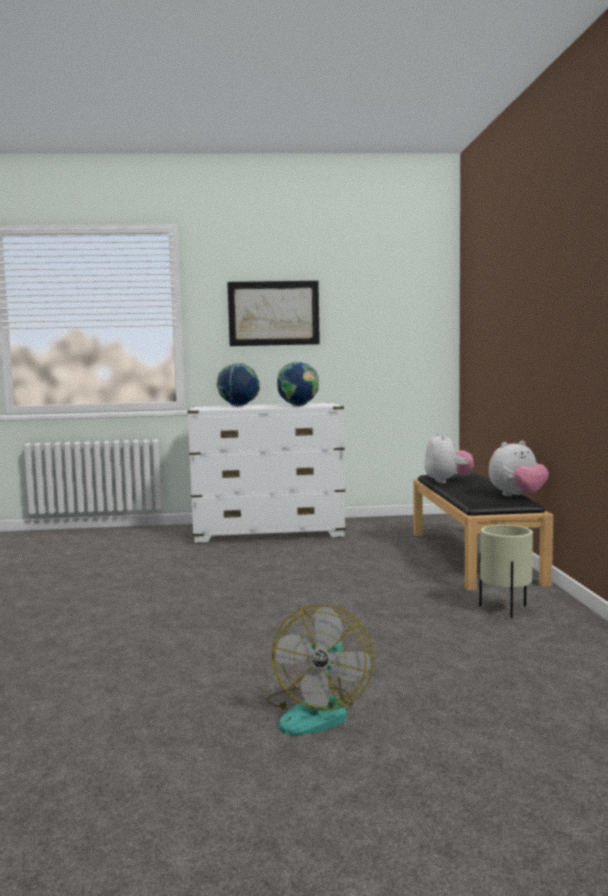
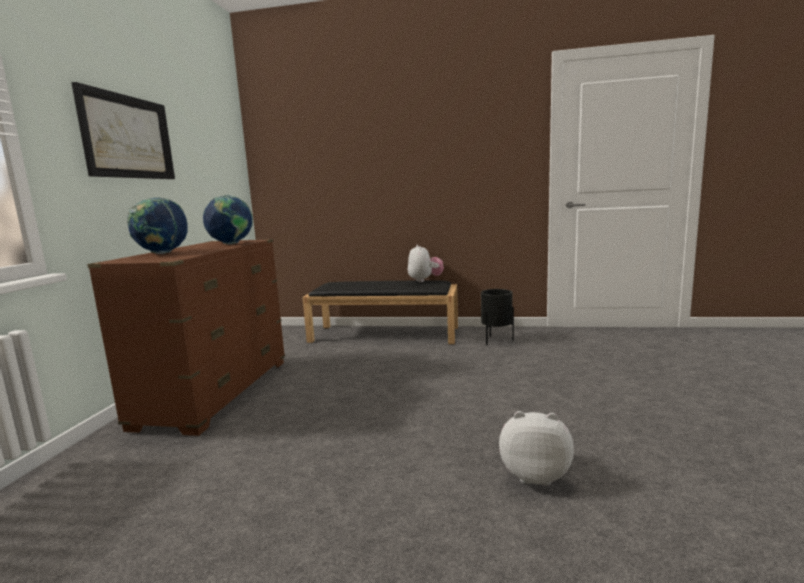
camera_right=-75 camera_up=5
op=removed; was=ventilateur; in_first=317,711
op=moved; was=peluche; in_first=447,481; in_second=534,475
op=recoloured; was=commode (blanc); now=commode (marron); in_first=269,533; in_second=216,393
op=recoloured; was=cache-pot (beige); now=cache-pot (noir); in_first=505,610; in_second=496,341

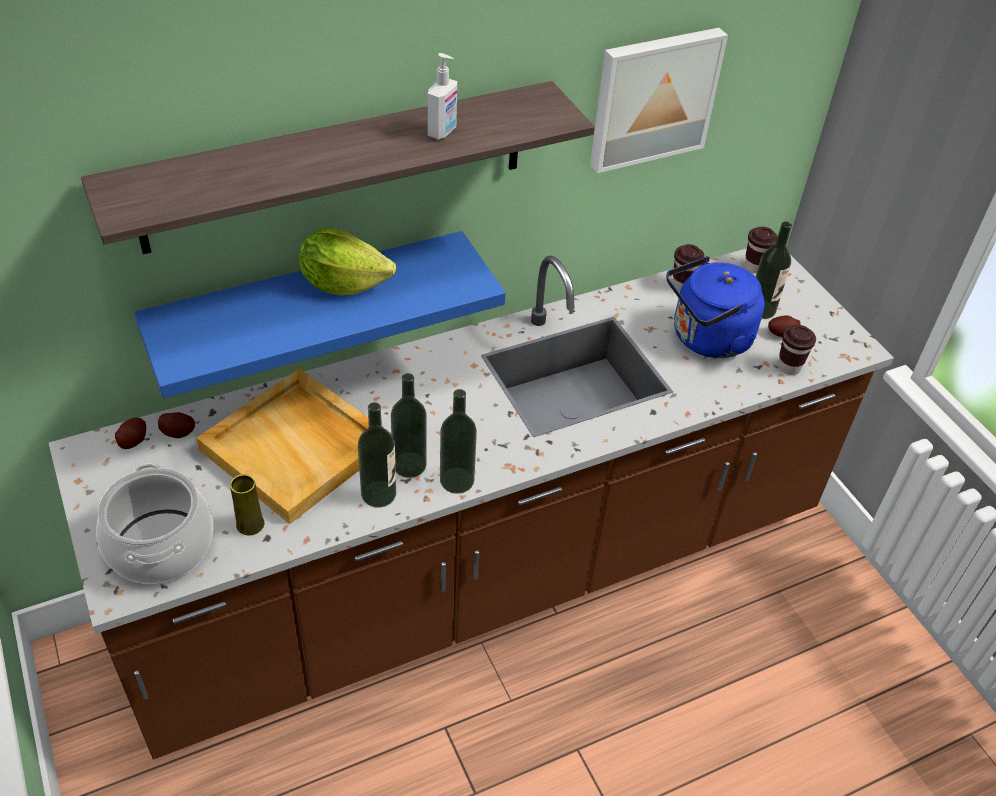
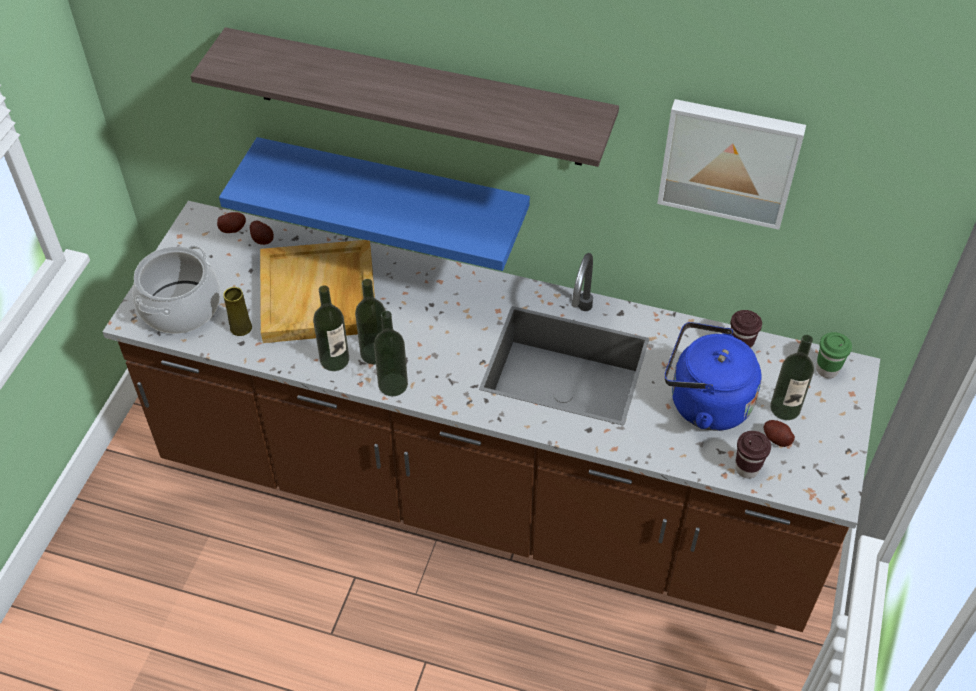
camera_right=45 camera_up=5
op=removed; was=laitue; in_first=343,283
op=removed; was=distributeur de savon; in_first=443,132
op=recoloured; was=tasse (marron); now=tasse (vert); in_first=754,267; in_second=827,370

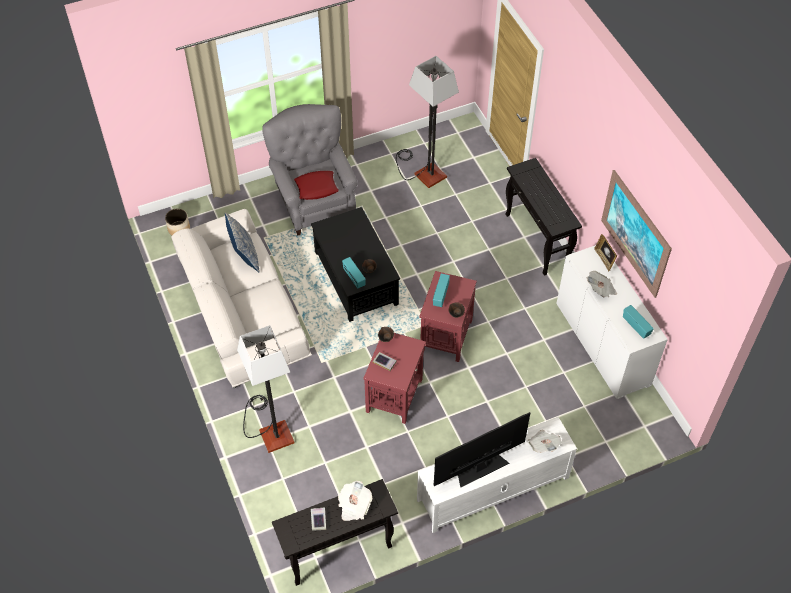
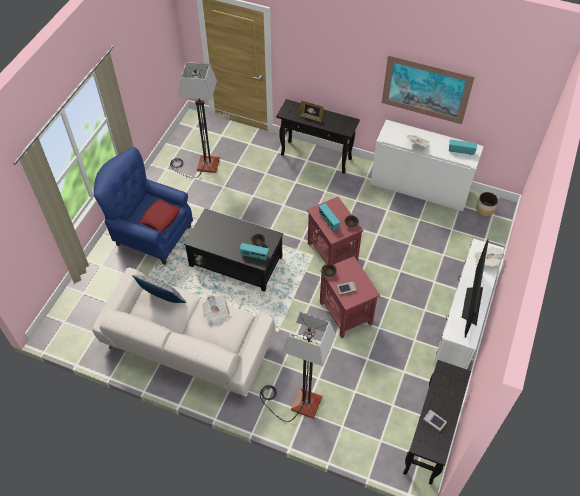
camera_right=-45 camera_up=0
op=moved; was=cache-pot; in_first=178,229; in_second=485,209
op=moved; was=journal; in_first=354,506; in_second=216,315
op=moved; was=cadre photo; in_first=604,259; in_second=311,117
op=recoloured; was=fauteuil (gris); now=fauteuil (bleu); in_first=314,201; in_second=150,235

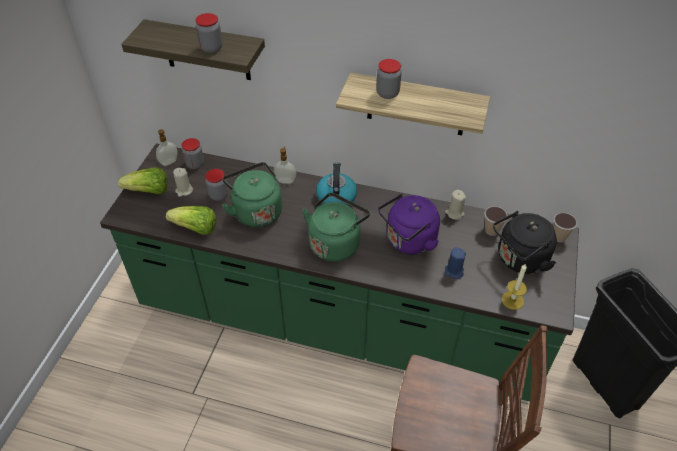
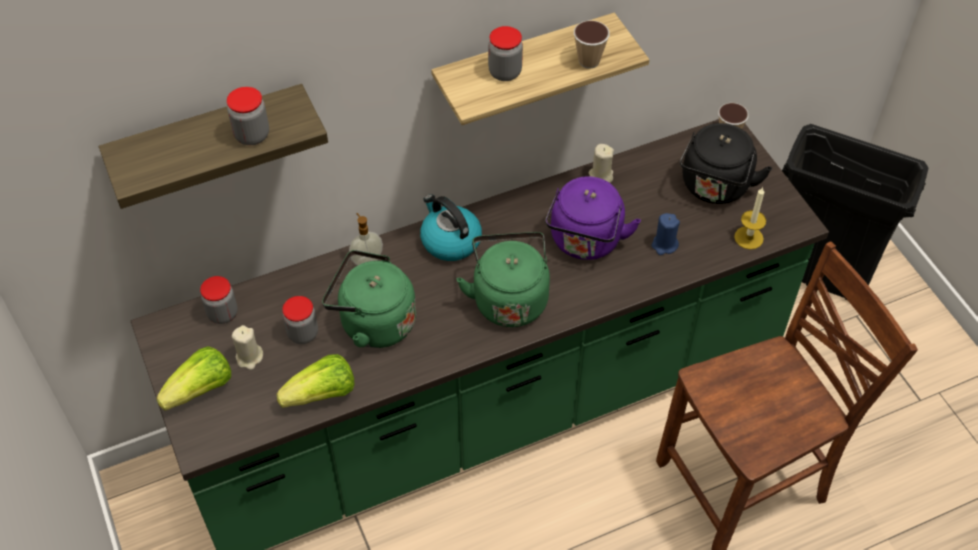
camera_right=-40 camera_up=5
op=removed; was=distributeur de savon; in_first=169,162
op=moved; was=tasse; in_first=491,230; in_second=589,61

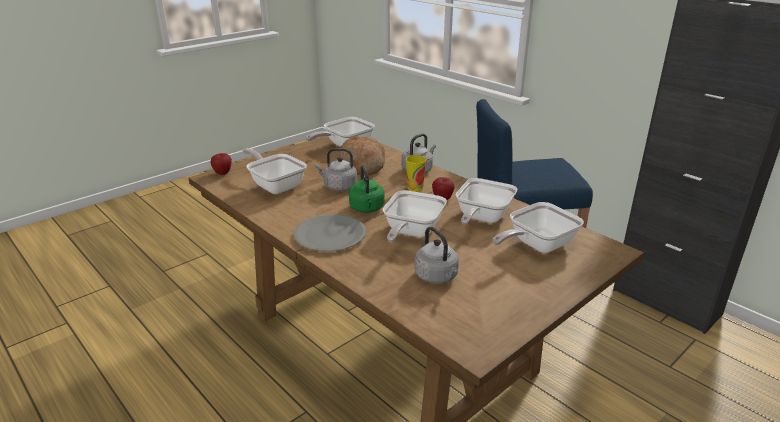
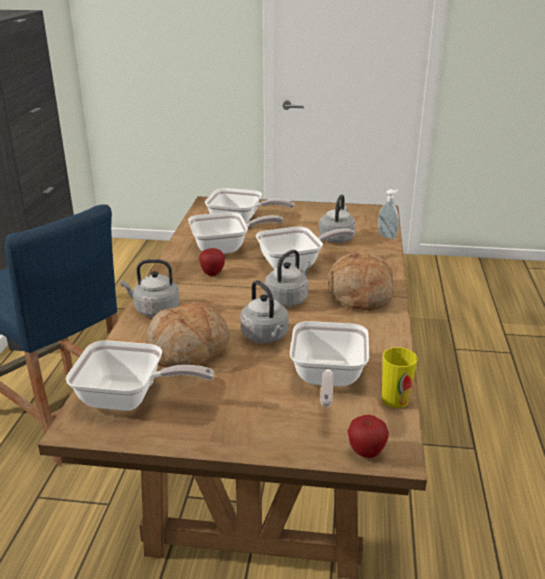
camera_right=-130 camera_up=0
op=added; now=distributeur de savon; in_second=388,236
op=moved; was=tasse; in_first=415,187; in_second=395,399
op=replaced; was=assiette (gris); now=pain; in_first=330,235; in_second=359,294
op=recoloured; was=bouilloire (vert); now=bouilloire (gris); in_first=367,209; in_second=288,299

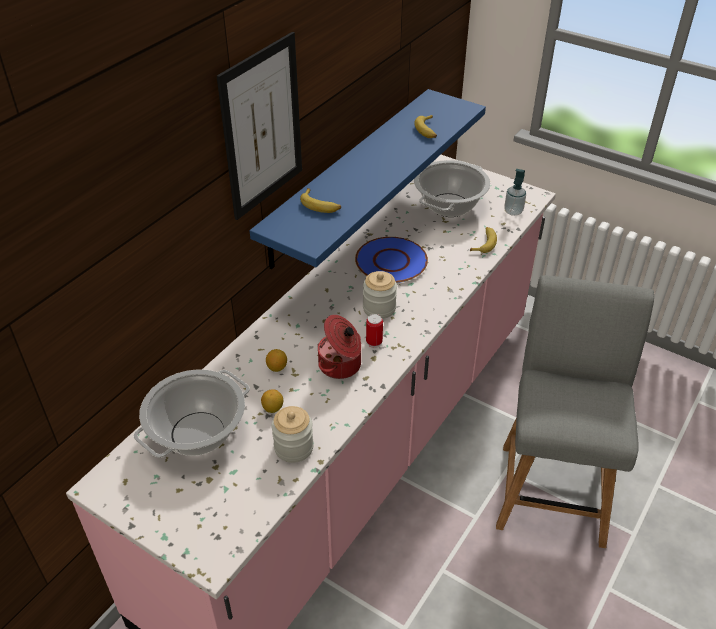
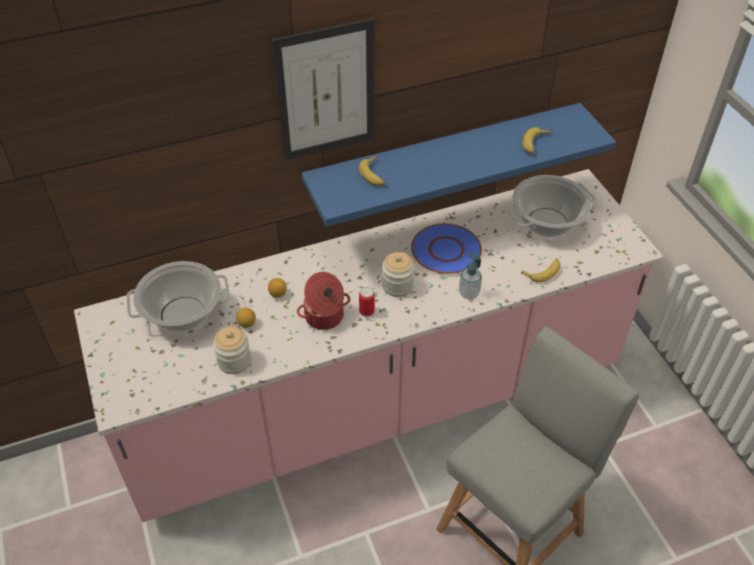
camera_right=35 camera_up=5
op=moved; was=distributeur de savon; in_first=513,211; in_second=469,293

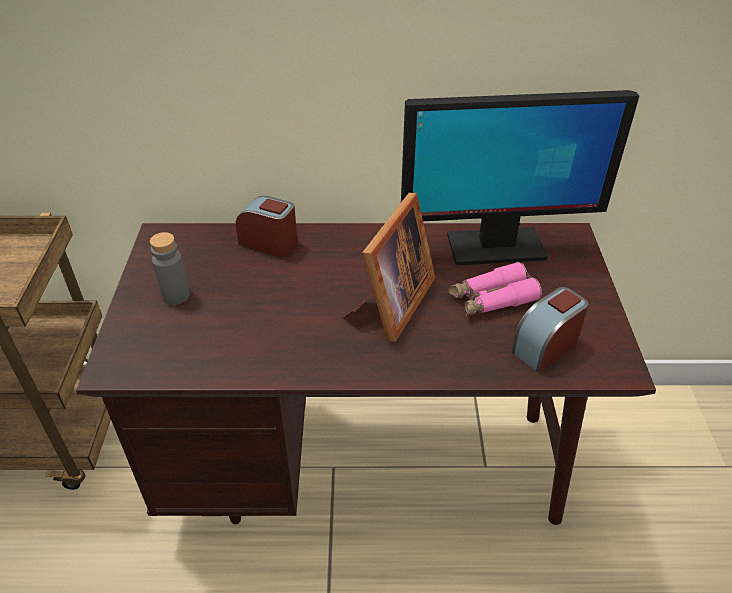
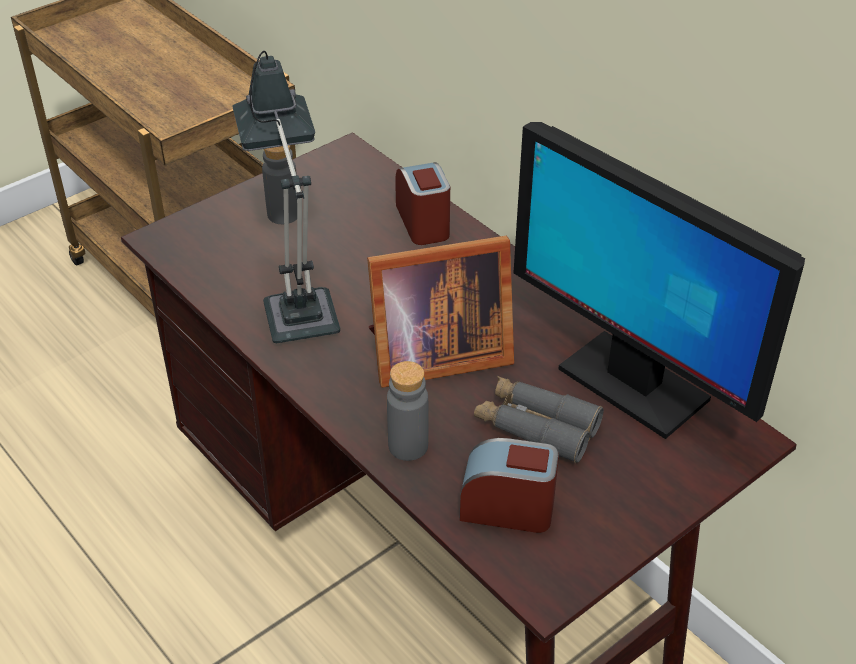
camera_right=50 camera_up=0
op=added; now=lampe de table; in_second=298,305
op=added; now=bouteille (gris); in_second=408,446
op=recoloured; was=jumelles (rose); now=jumelles (gris); in_first=492,299; in_second=536,426

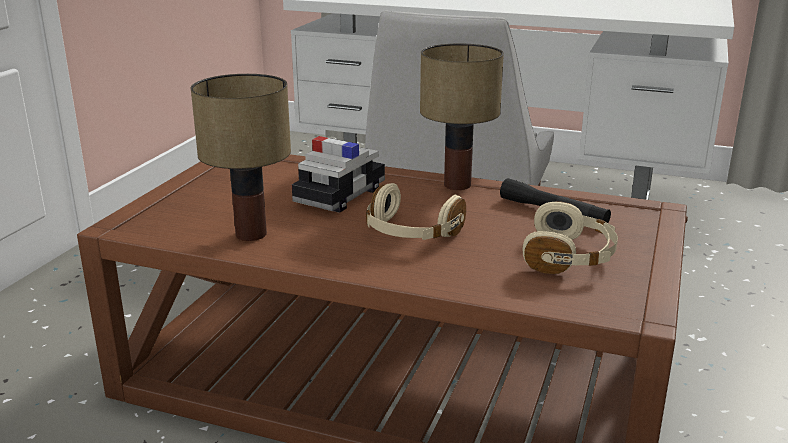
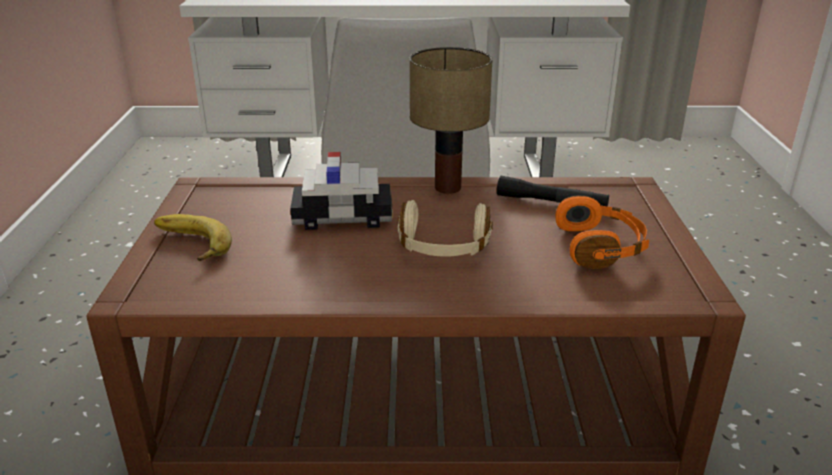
camera_right=-20 camera_up=5
op=removed; was=lampe de table; in_first=252,234
op=added; now=banane; in_second=188,244
op=recoloured; was=casque audio (beige); now=casque audio (orange); in_first=570,257; in_second=600,247
op=turned; was=petite voiture; in_first=340,195; in_second=343,217; clockwise=75

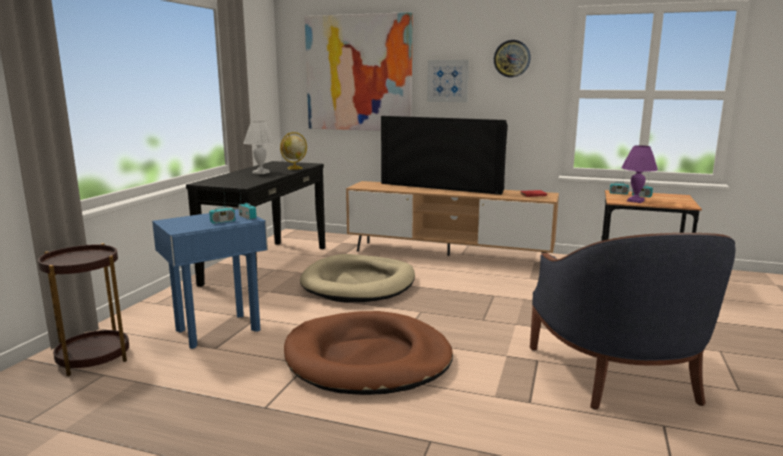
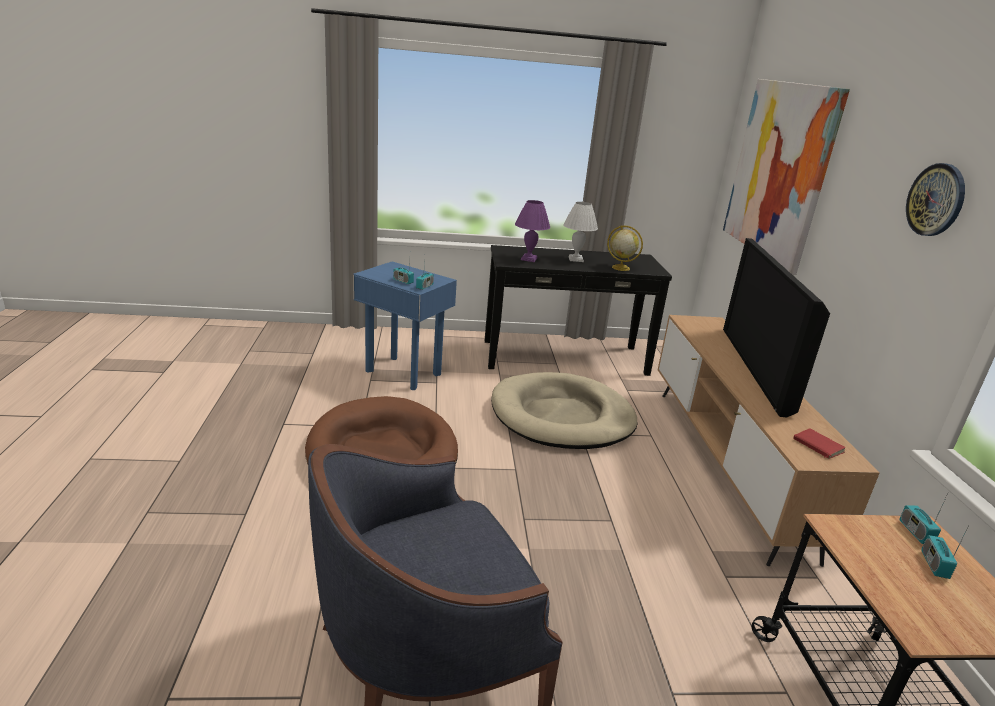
camera_right=65 camera_up=10
op=removed; was=table d'appoint (marron); in_first=93,358
op=removed; was=tableau; in_first=447,81
op=moved; was=lampe de table (violet); in_first=635,201; in_second=529,259

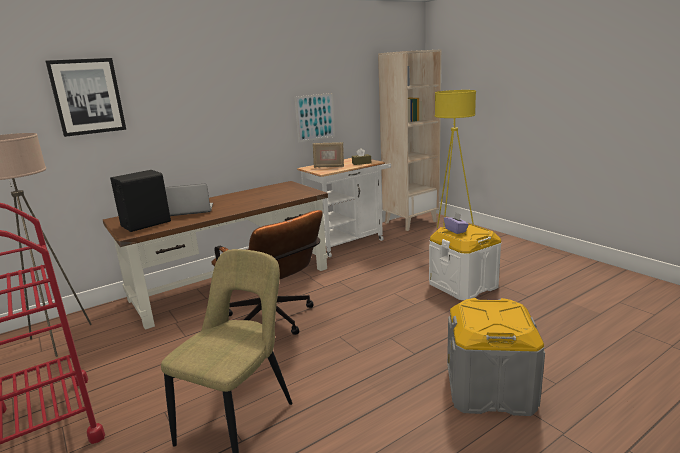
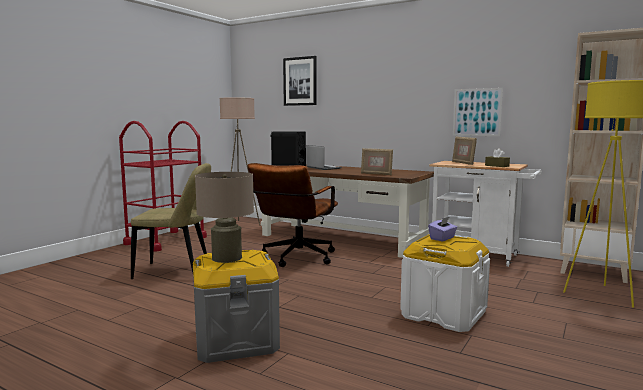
camera_right=65 camera_up=-10
op=added; now=lampe de table (beige); in_second=226,258
op=added; now=cadre photo; in_second=376,174

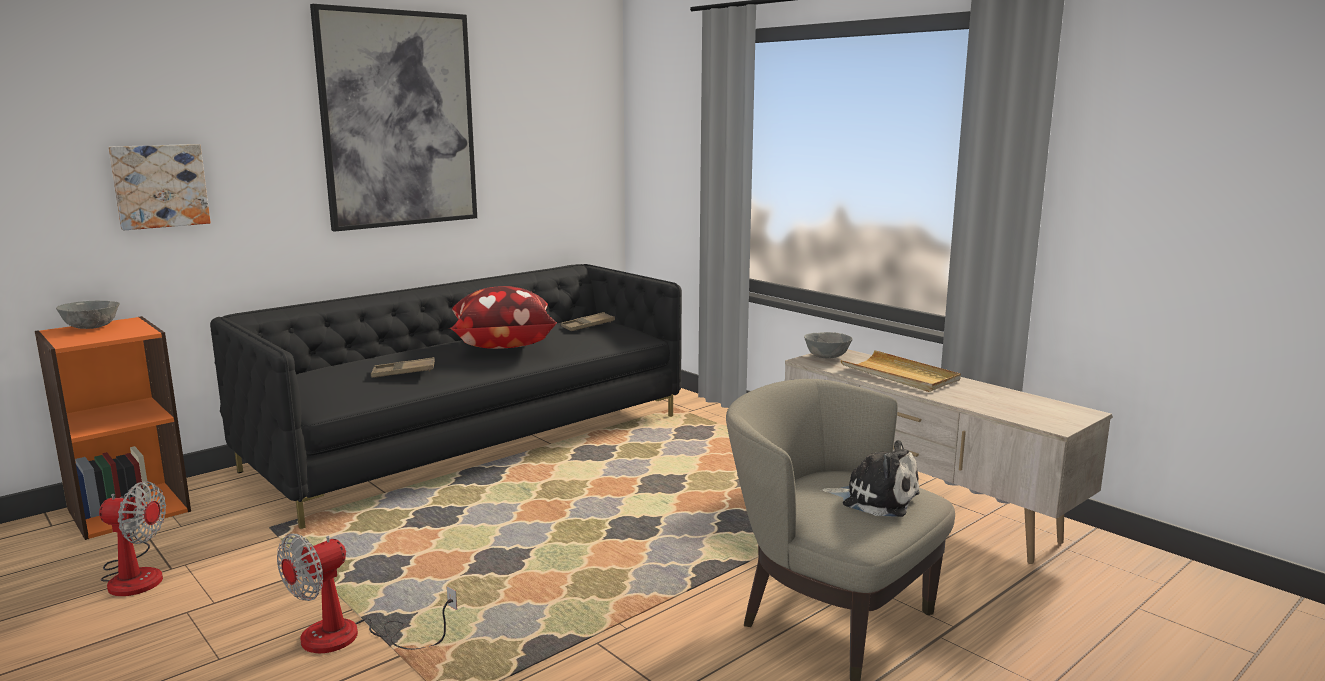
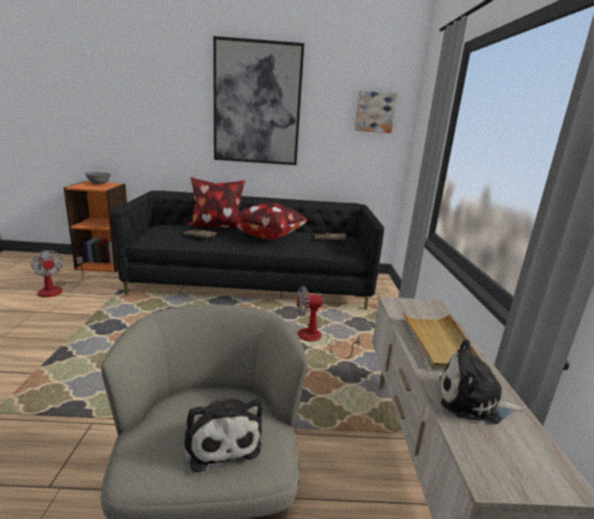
camera_right=40 camera_up=5
op=removed; was=bol (gris); in_first=826,357
op=added; now=coussin; in_second=216,226
op=added; now=peluche; in_second=473,401
op=moved; was=tableau; in_first=159,186; in_second=374,112
op=moved; was=ventilateur; in_first=350,638; in_second=316,339

